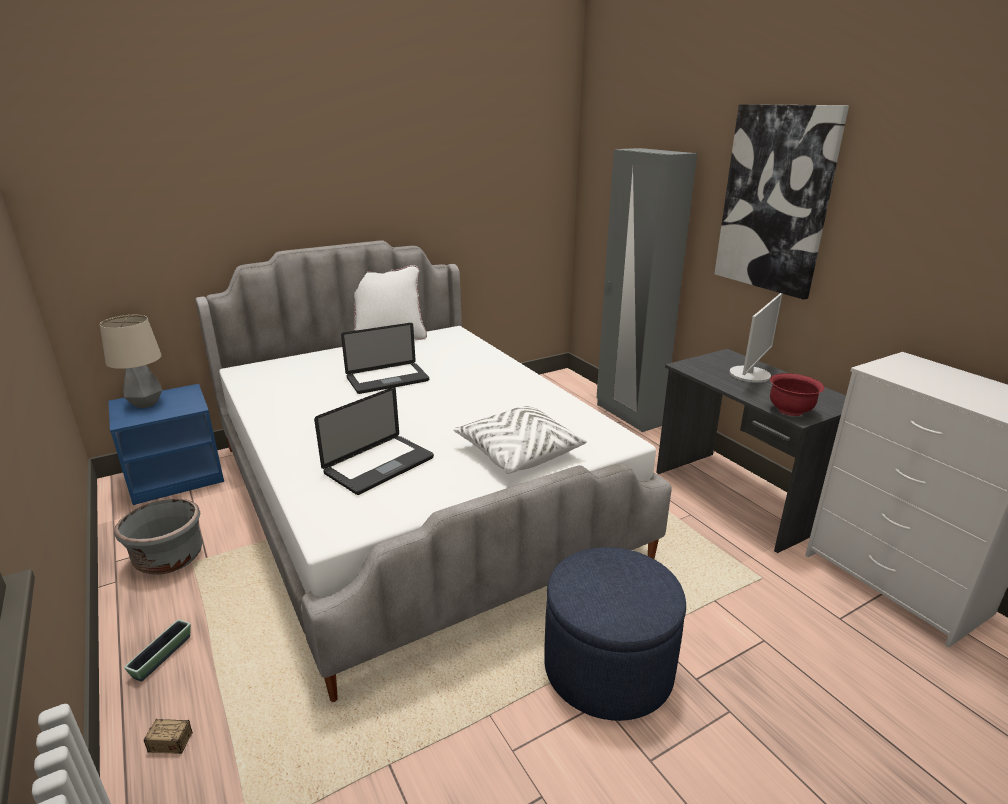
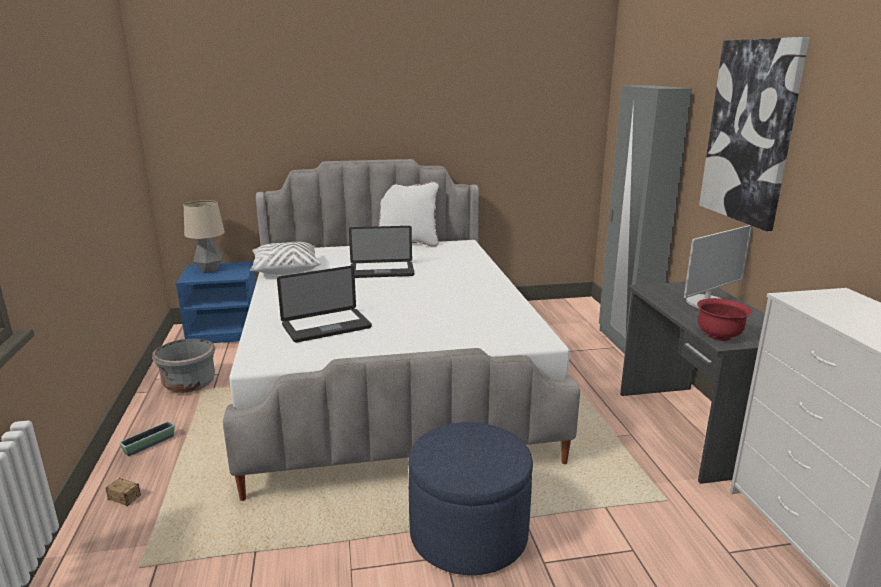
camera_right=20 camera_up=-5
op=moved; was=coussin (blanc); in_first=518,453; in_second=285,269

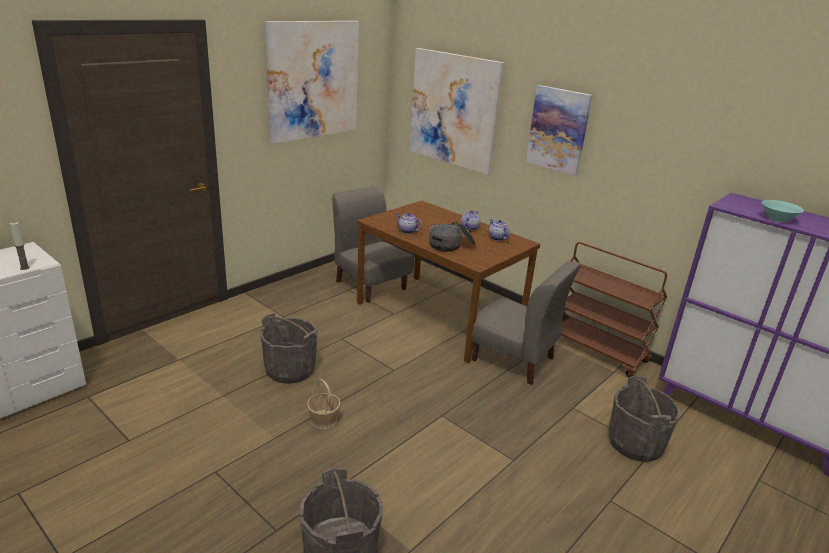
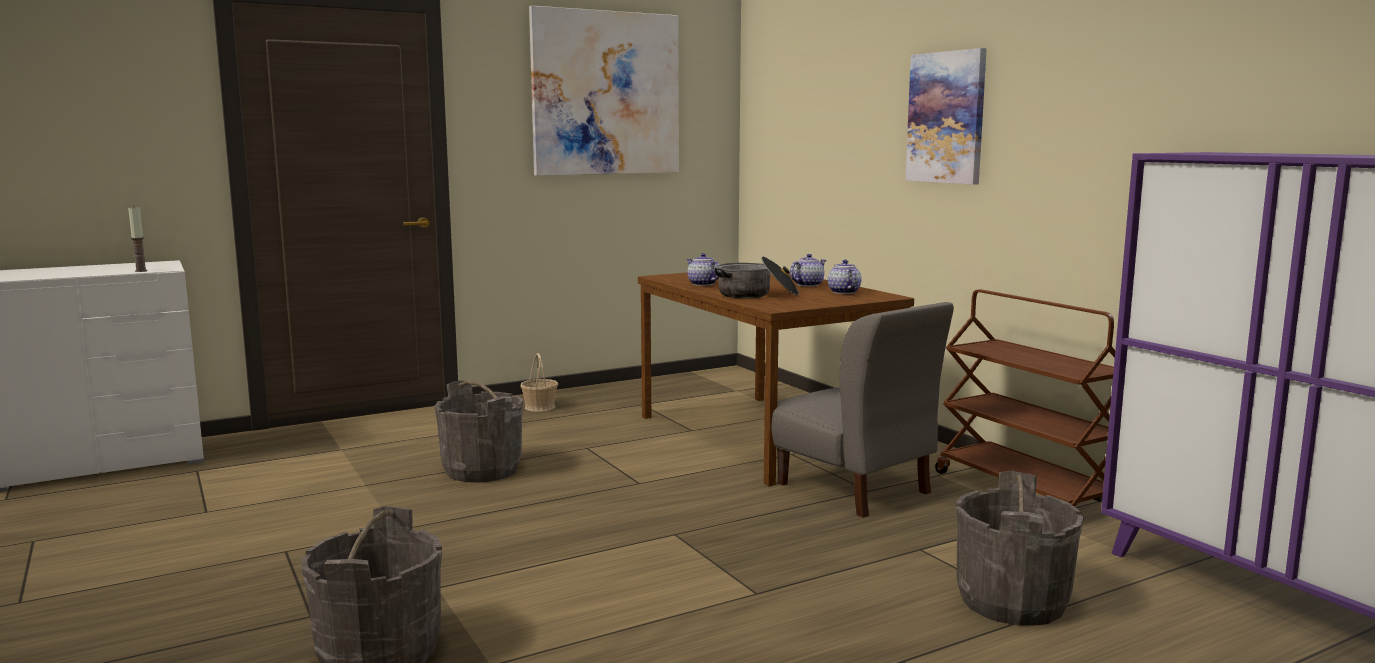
camera_right=20 camera_up=-15
op=removed; was=chaise (gris); in_first=370,284
op=removed; was=tableau; in_first=454,110
op=removed; was=bol (turquoise); in_first=777,219
op=moved; was=panier; in_first=323,420; in_second=540,407

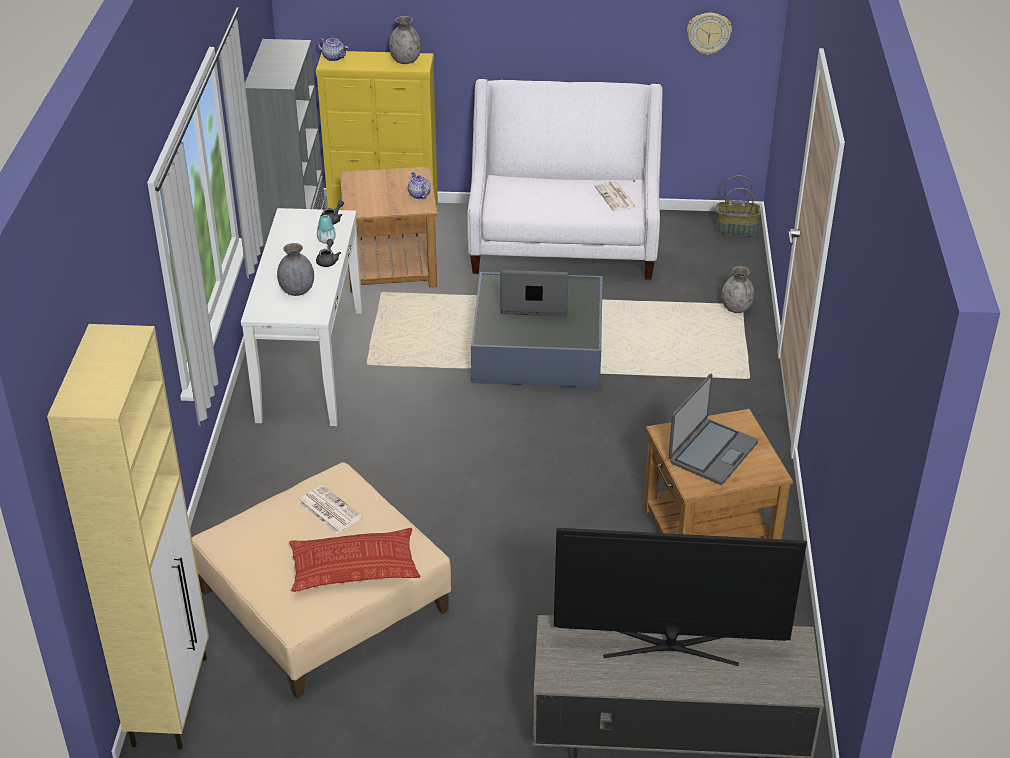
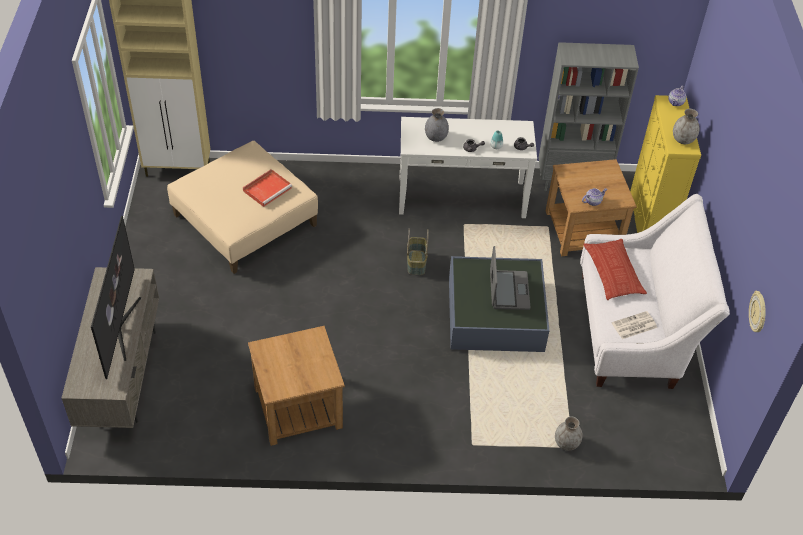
camera_right=85 camera_up=10
op=removed; was=ordinateur portable; in_first=712,452
op=moved; was=coussin; in_first=354,567; in_second=613,273
op=moved; was=panier; in_first=736,229; in_second=417,263
op=replaced; was=journal; now=plateau (rouge); in_first=328,510; in_second=268,189

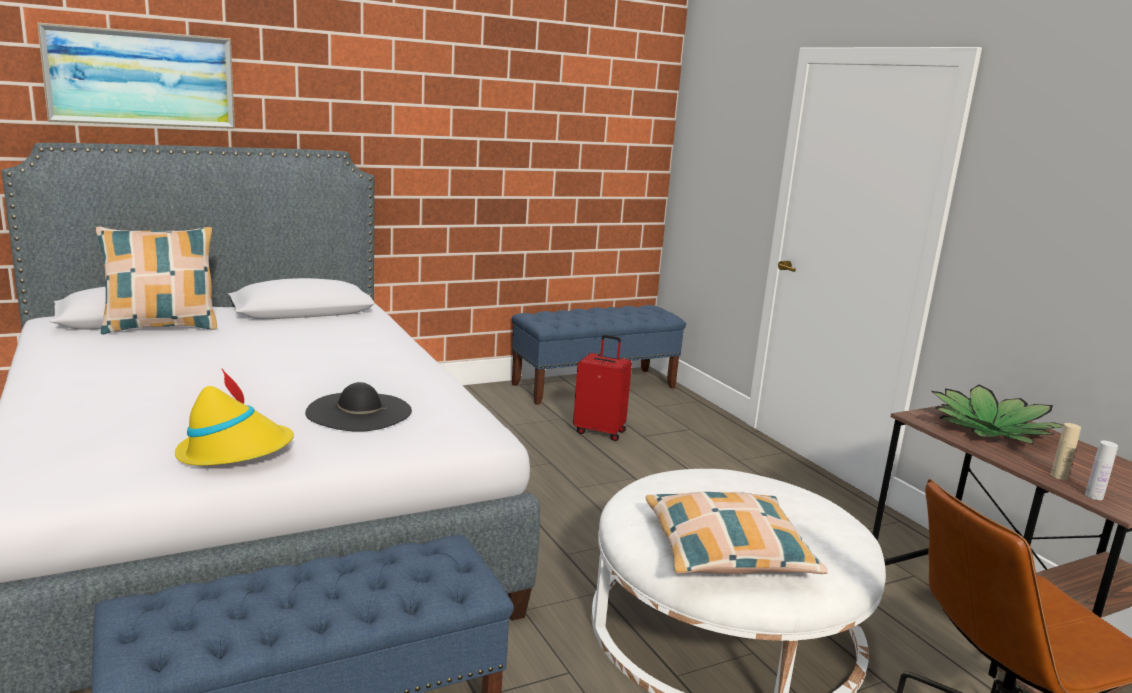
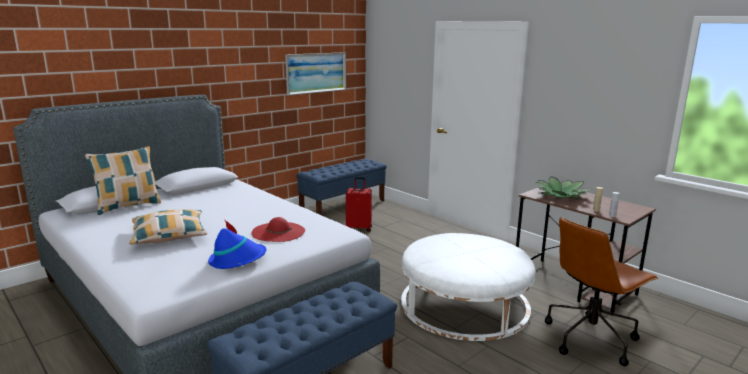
camera_right=-15 camera_up=0
op=moved; was=tableau; in_first=141,78; in_second=316,73
op=moved; was=coussin; in_first=727,550; in_second=169,235
op=recoloured; was=chapeau (jaune); now=chapeau (bleu); in_first=235,452; in_second=237,260
op=recoloured; was=chapeau (noir); now=chapeau (rouge); in_first=359,411; in_second=278,232

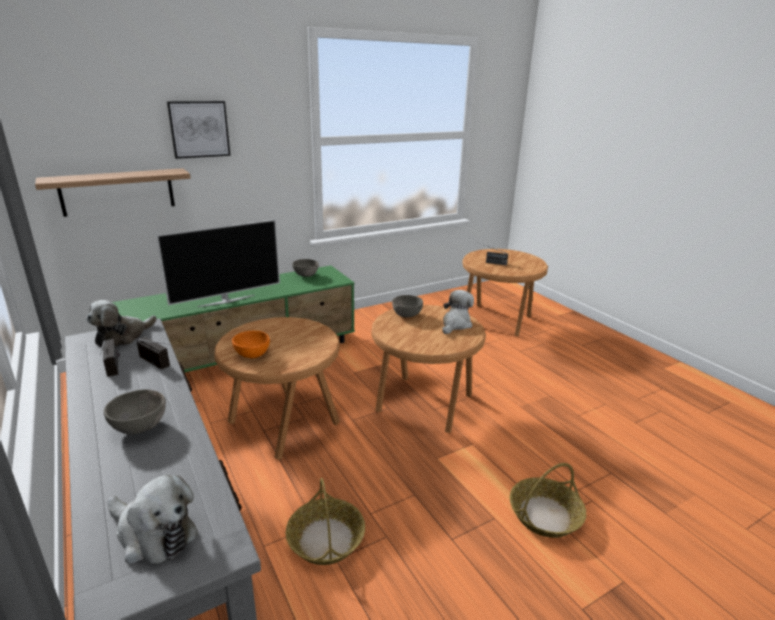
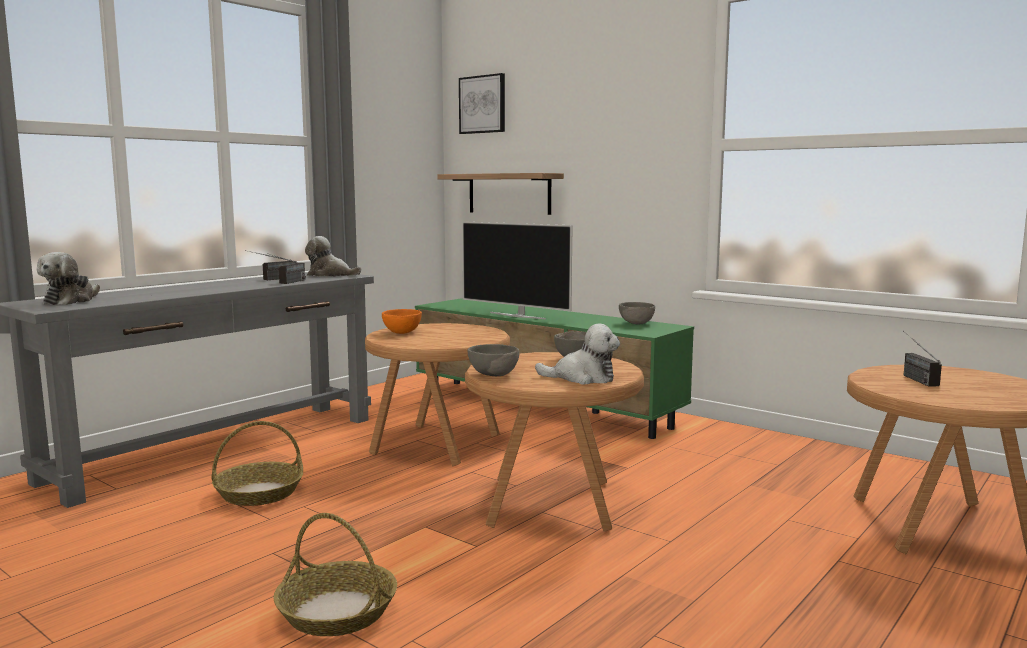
camera_right=70 camera_up=-15
op=moved; was=bol (gris); in_first=140,428; in_second=493,375
op=moved; was=tableau; in_first=199,129; in_second=483,104

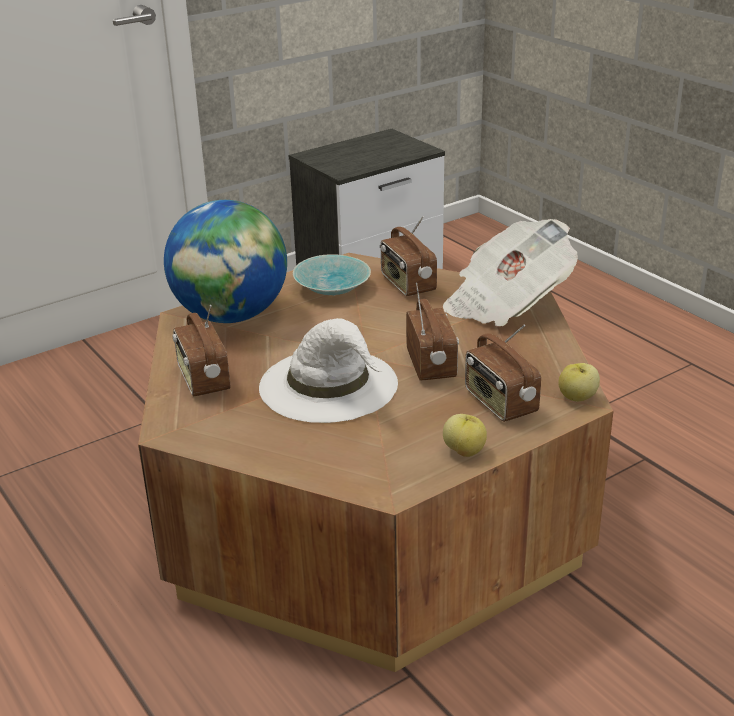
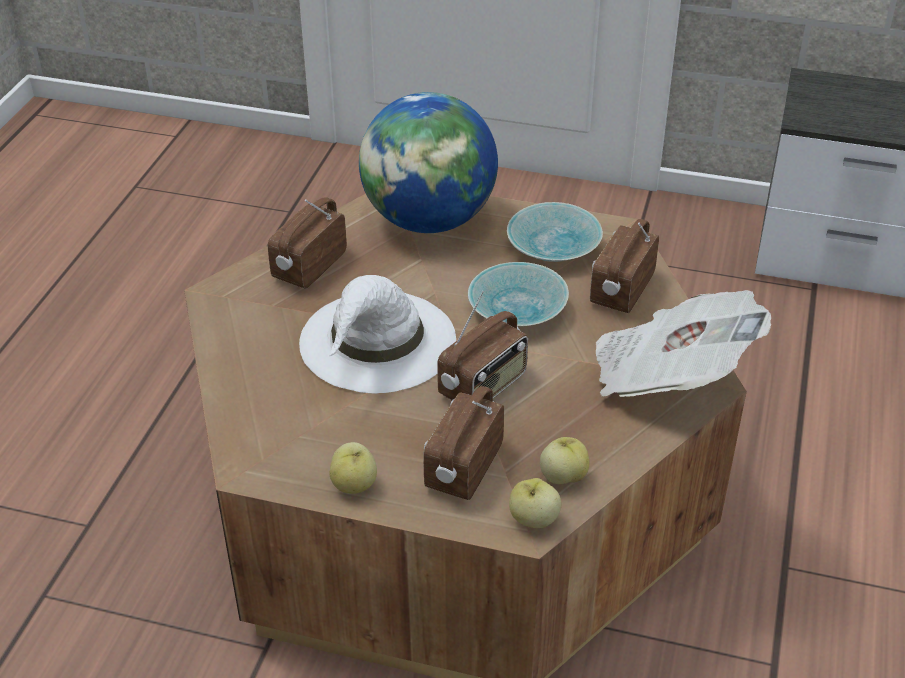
camera_right=50 camera_up=10
op=added; now=bol (turquoise); in_second=517,312
op=added; now=pomme; in_second=563,477

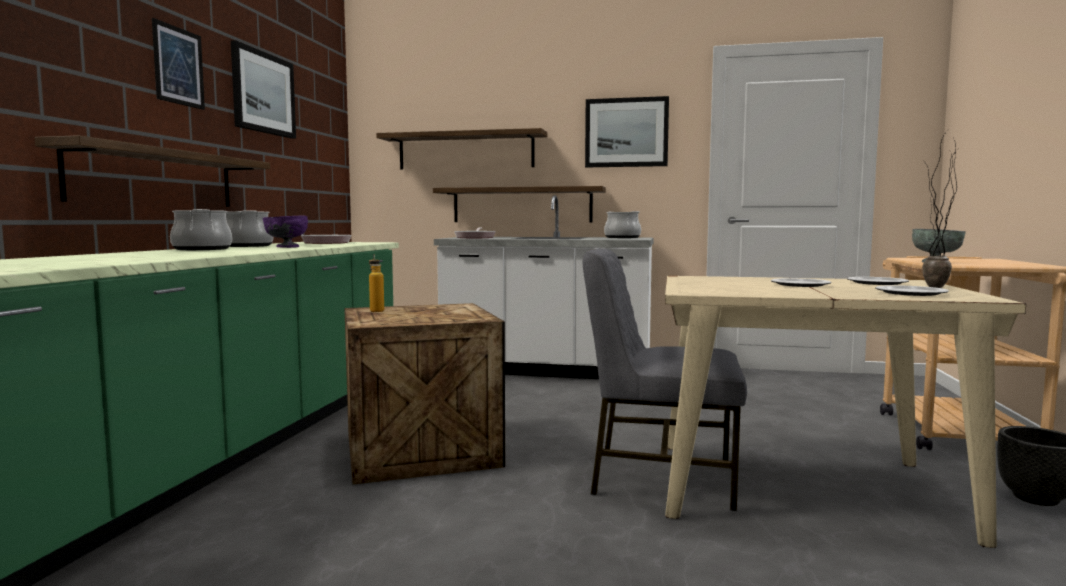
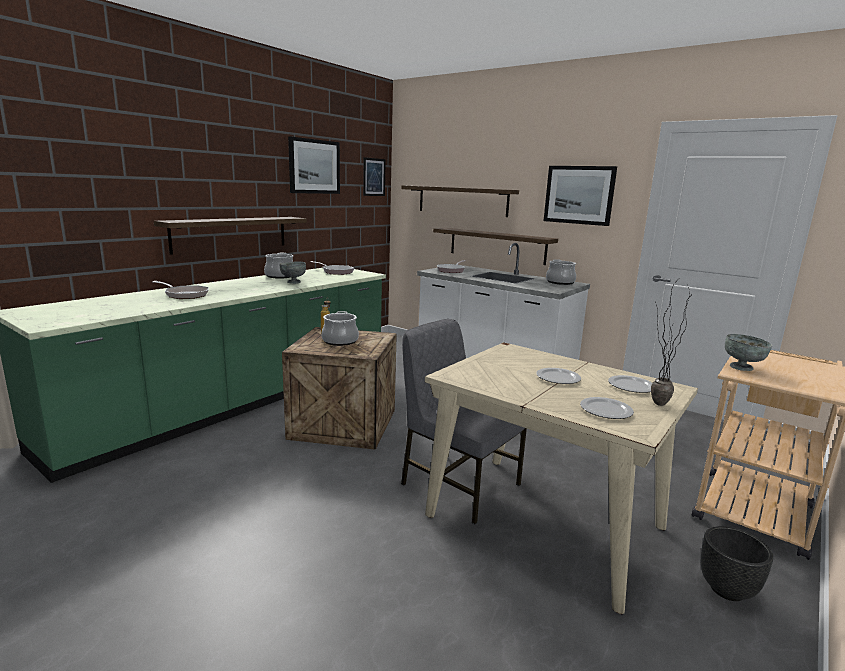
camera_right=25 camera_up=10
op=added; now=poêle; in_second=184,295
op=moved; was=tableau; in_first=178,66; in_second=374,177
op=moved; was=marmite; in_first=201,249; in_second=340,341
op=recoloured; was=bol (violet); now=bol (gris); in_first=287,247; in_second=293,282

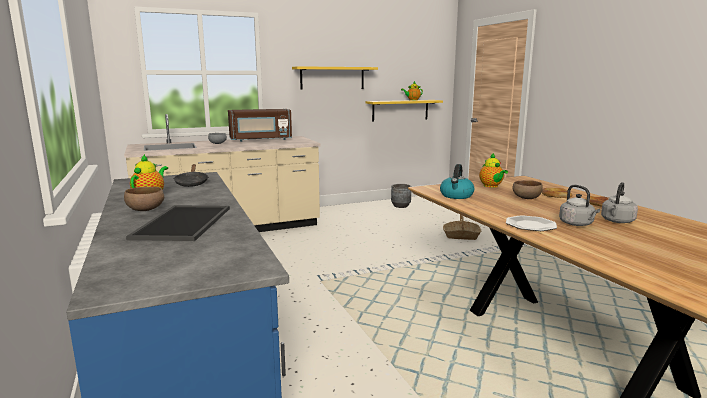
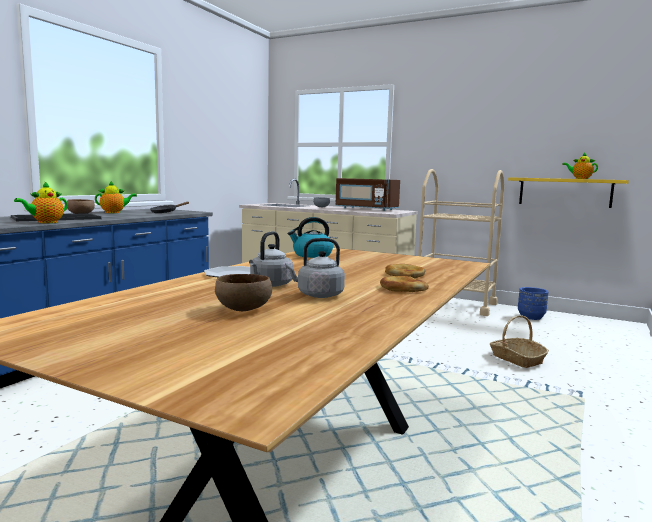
camera_right=50 camera_up=-5
op=removed; was=étagère (jaune); in_first=332,78
op=added; now=chariot (beige); in_second=455,304
op=moved; was=théière; in_first=491,186; in_second=45,222
op=moved; was=bol (marron); in_first=526,198; in_second=242,309
op=recoloured; was=cache-pot (gris); now=cache-pot (bleu); in_first=400,206; in_second=531,317

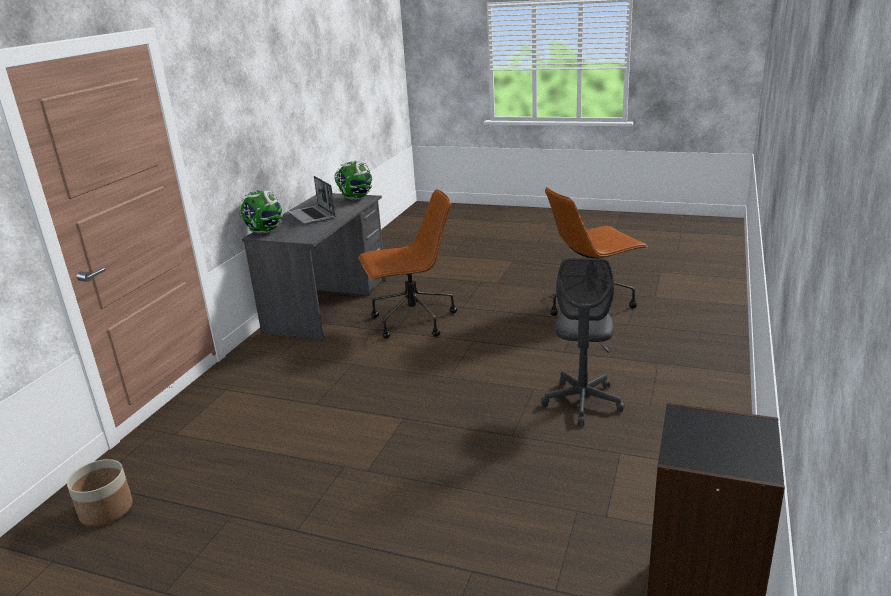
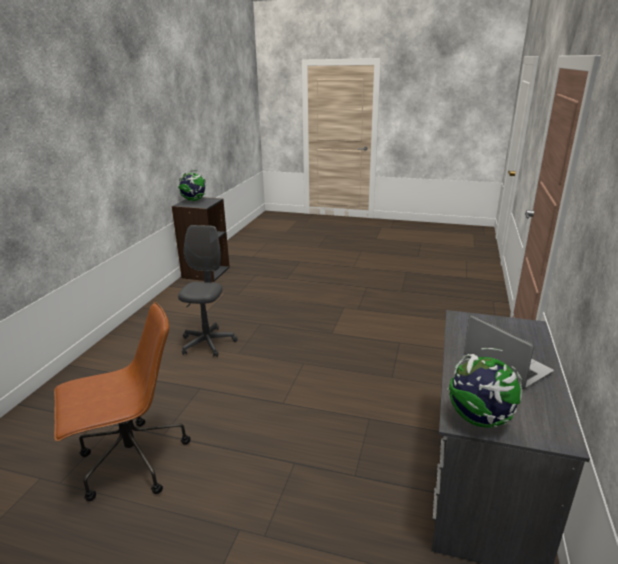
camera_right=175 camera_up=0
op=removed; was=cache-pot; in_first=106,510
op=removed; was=chaise de bureau (marron); in_first=412,321
op=moved; was=globe; in_first=264,232; in_second=194,200

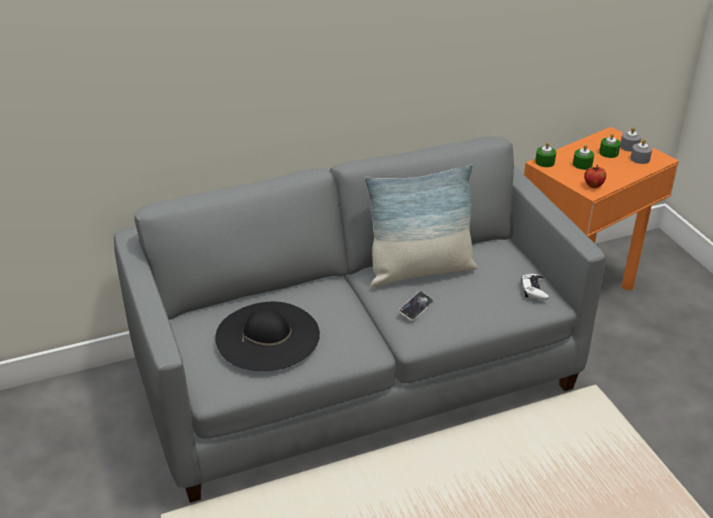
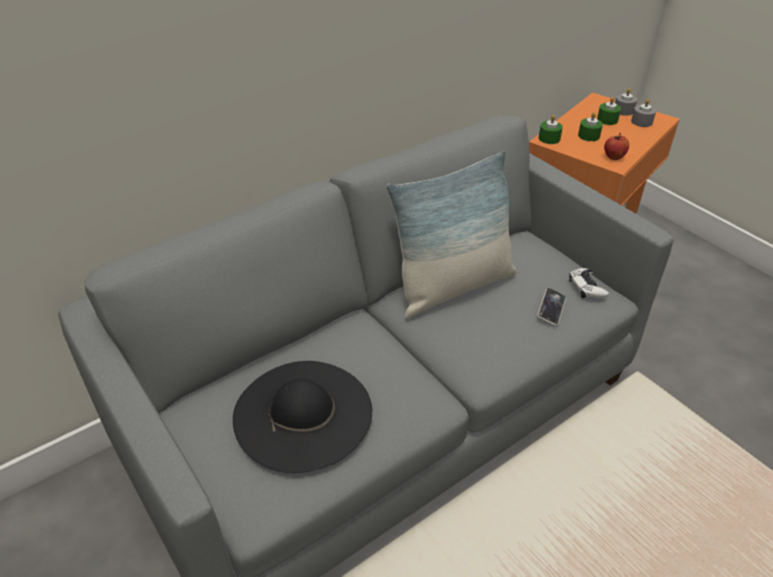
camera_right=-15 camera_up=5
op=moved; was=téléphone; in_first=416,308; in_second=551,308

